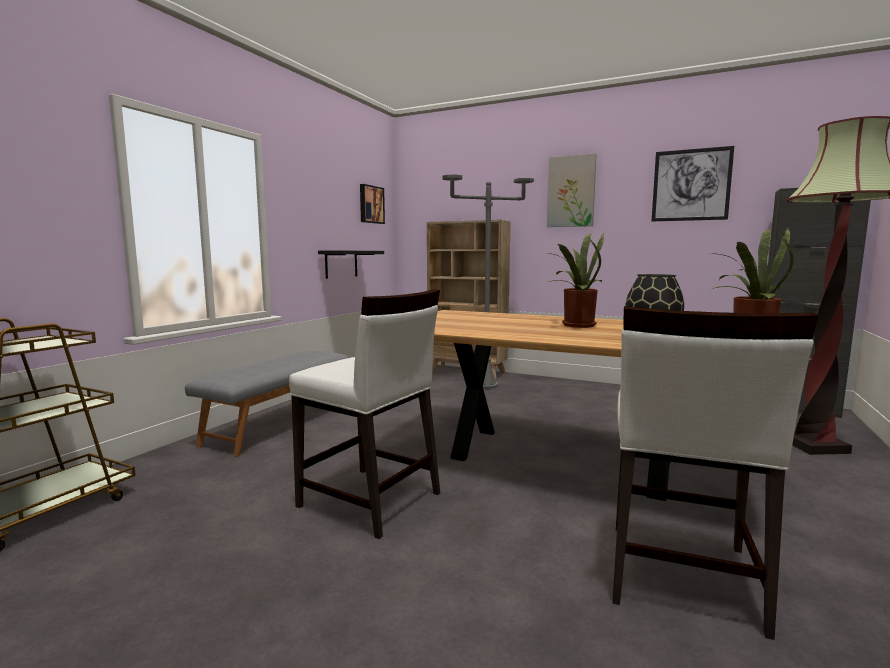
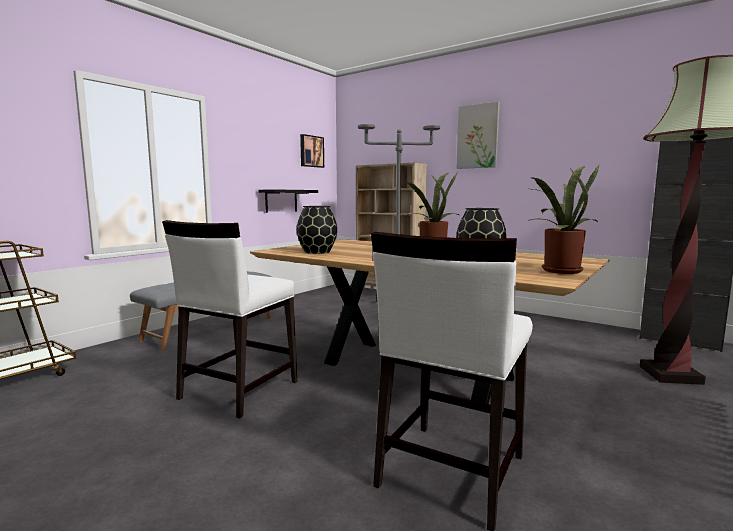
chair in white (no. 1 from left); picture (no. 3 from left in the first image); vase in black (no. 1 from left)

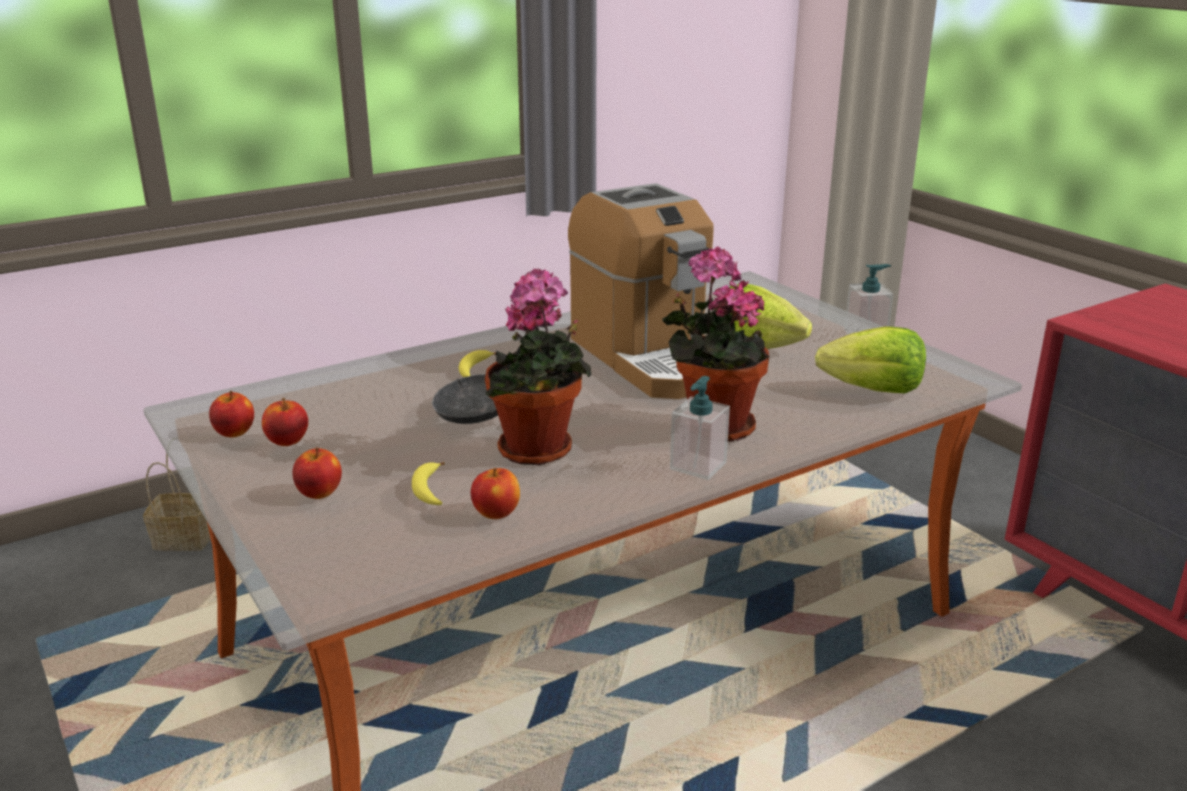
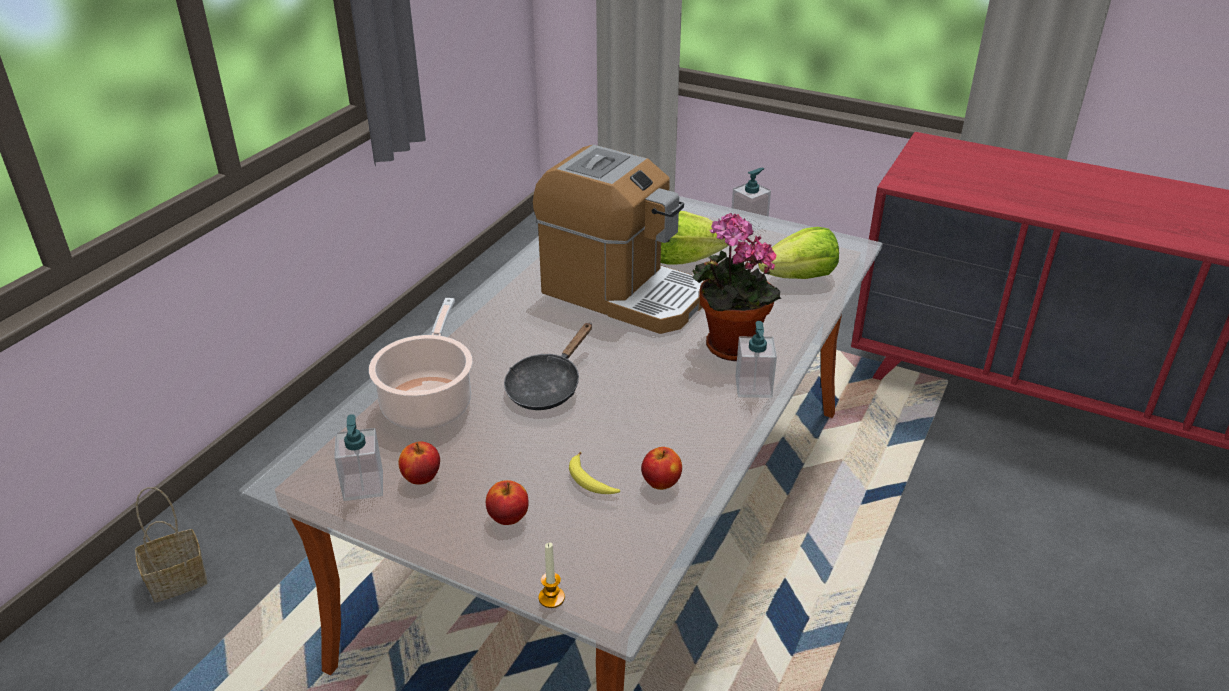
soap dispenser (no. 1 from left); banana (no. 2 from left in the first image); potted plant (no. 1 from left in the first image); cooking pot; candle

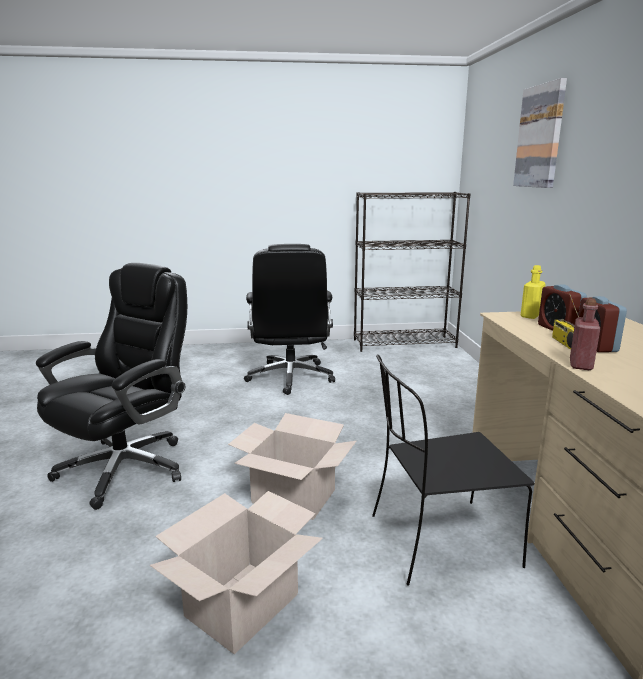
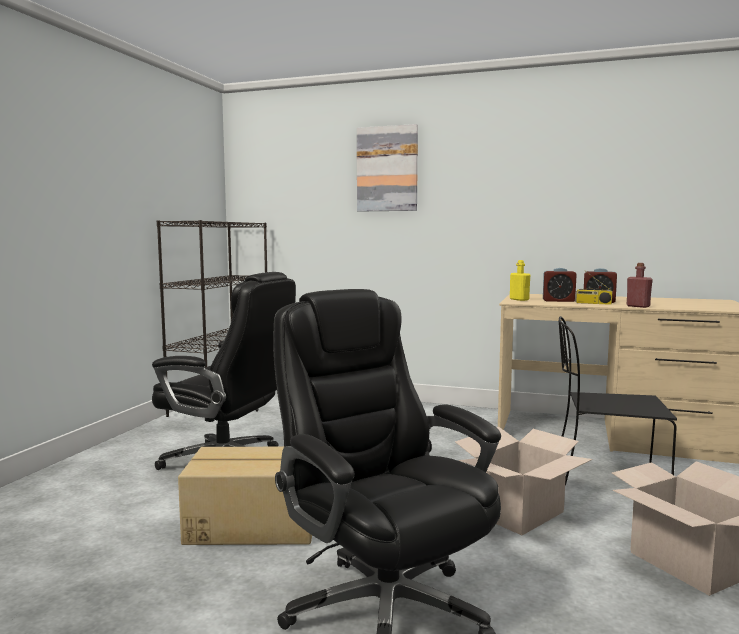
chair in black; cardboard box (no. 1 from left)

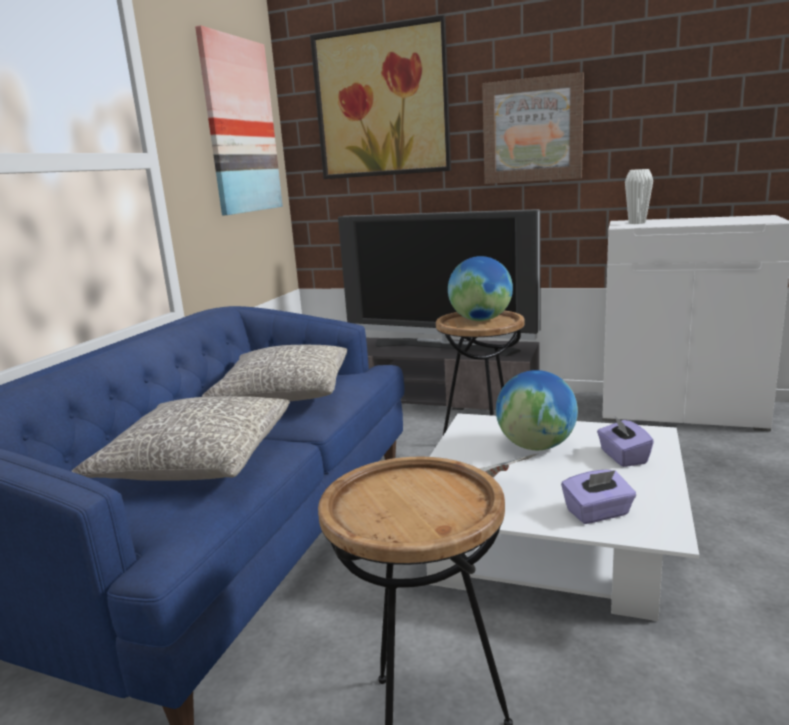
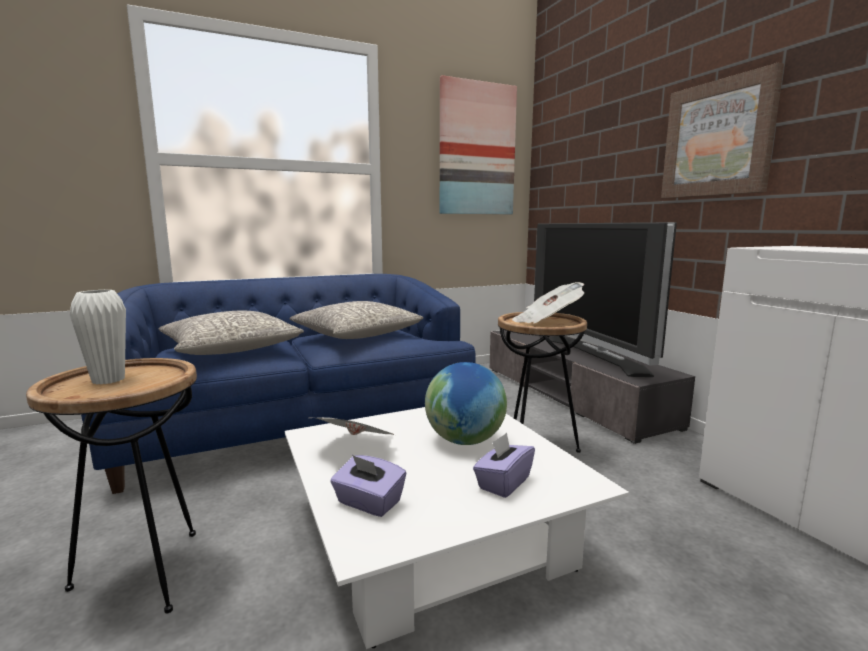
picture (no. 2 from left in the first image); newspaper (no. 2 from left); vase in white

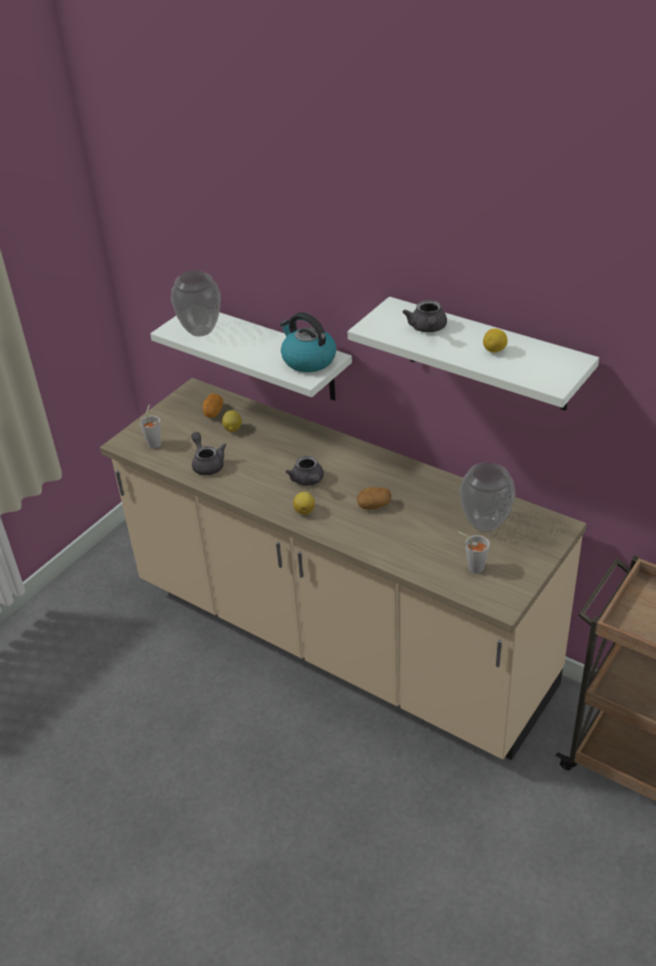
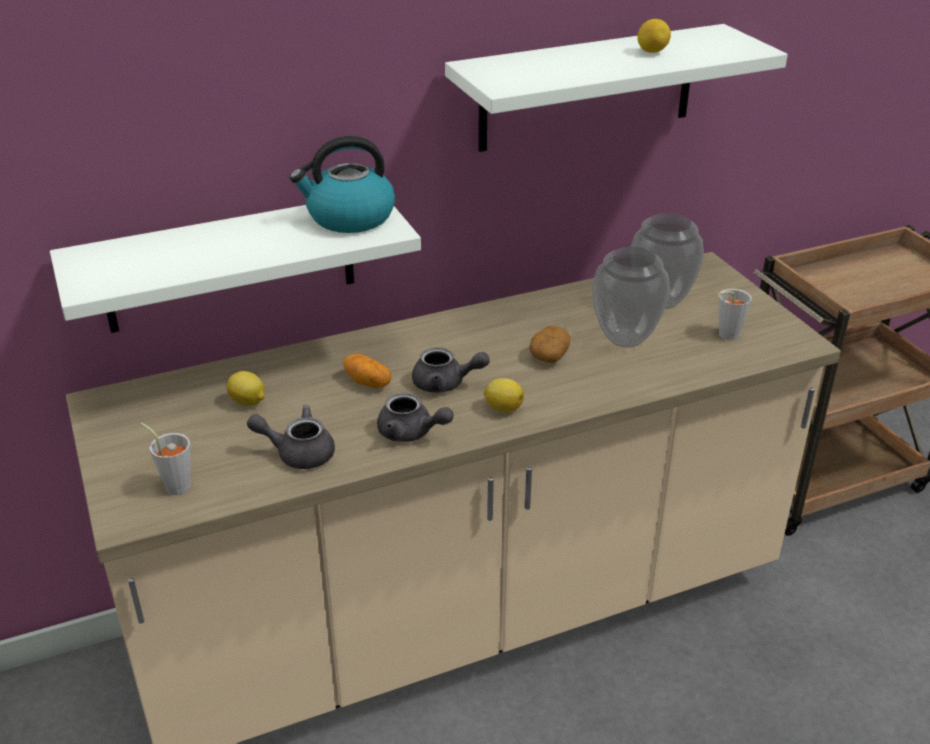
vase (no. 1 from left); potato (no. 1 from left); teapot in grey (no. 2 from left)

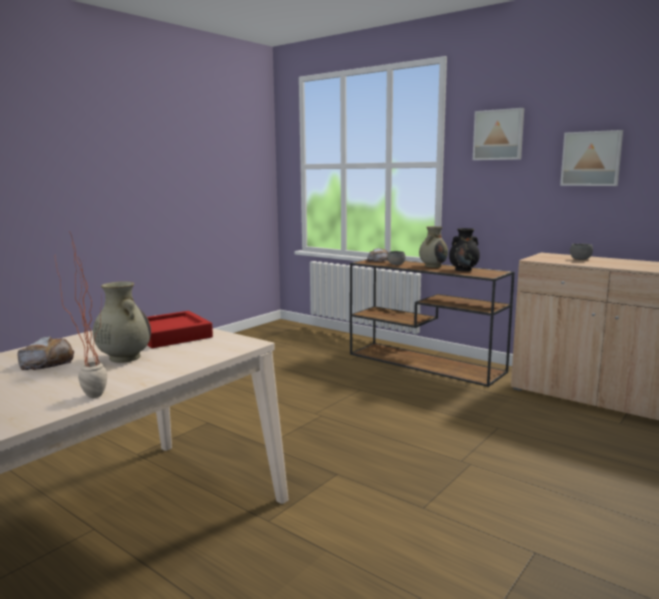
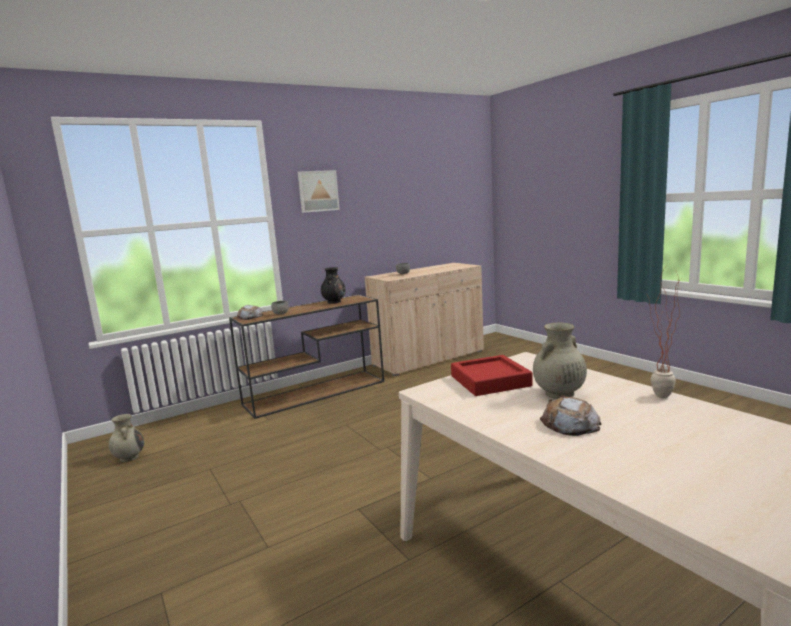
vase in beige (no. 1 from left); picture (no. 2 from left in the first image)

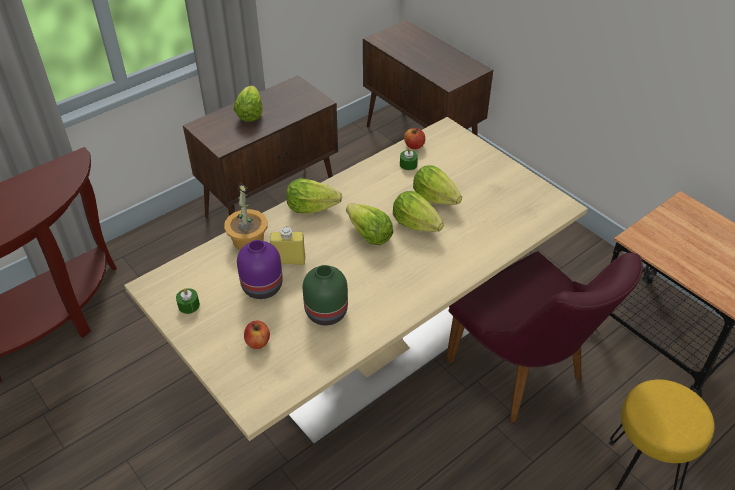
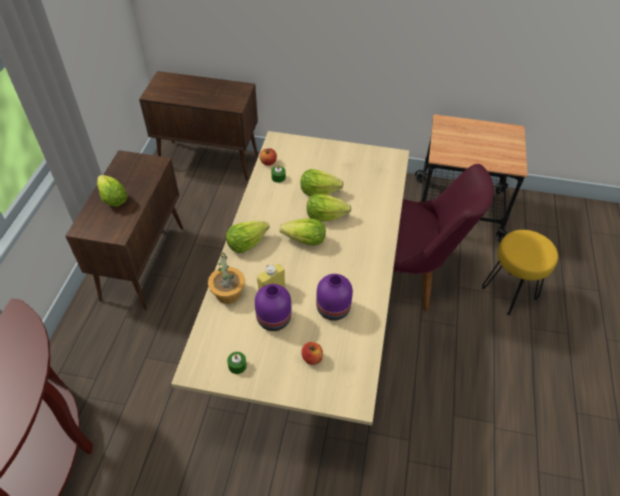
vase in purple (no. 2 from left)

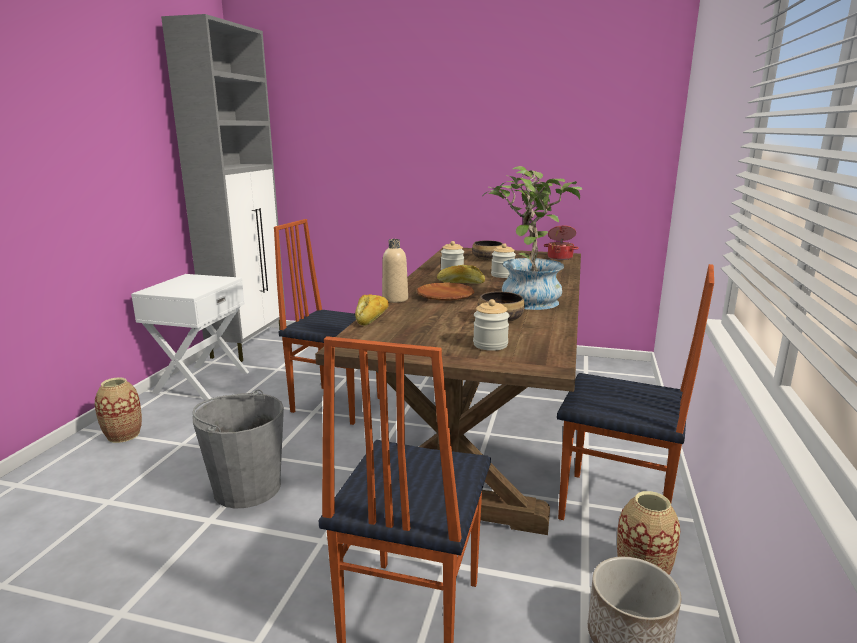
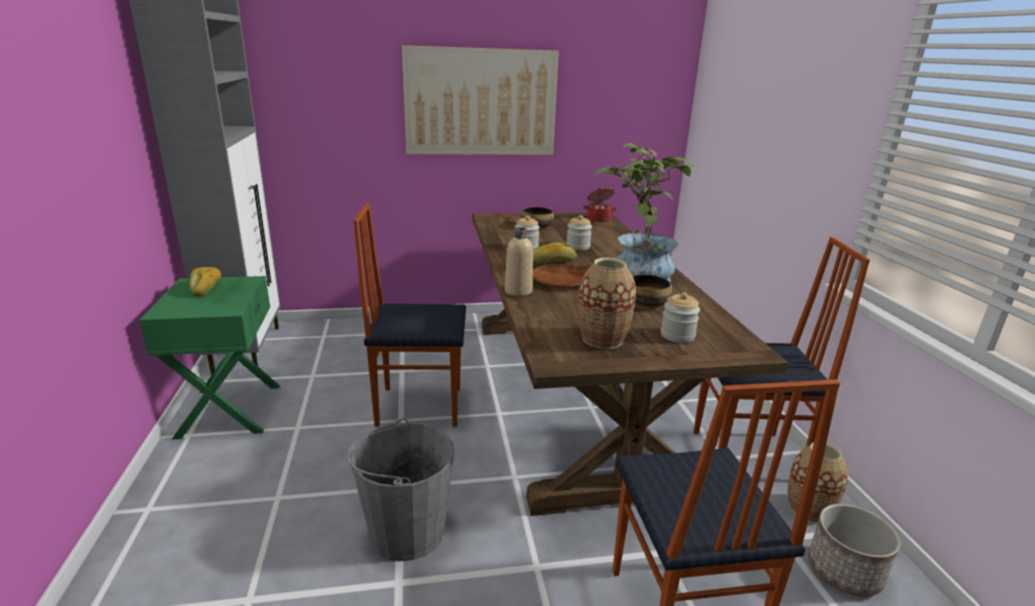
vase (no. 1 from left); nightstand in green; bread (no. 1 from left); picture

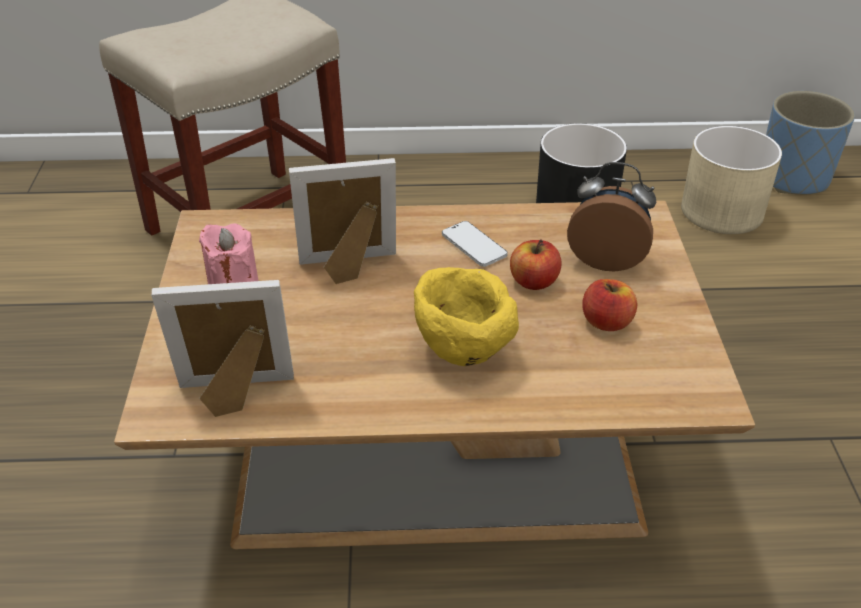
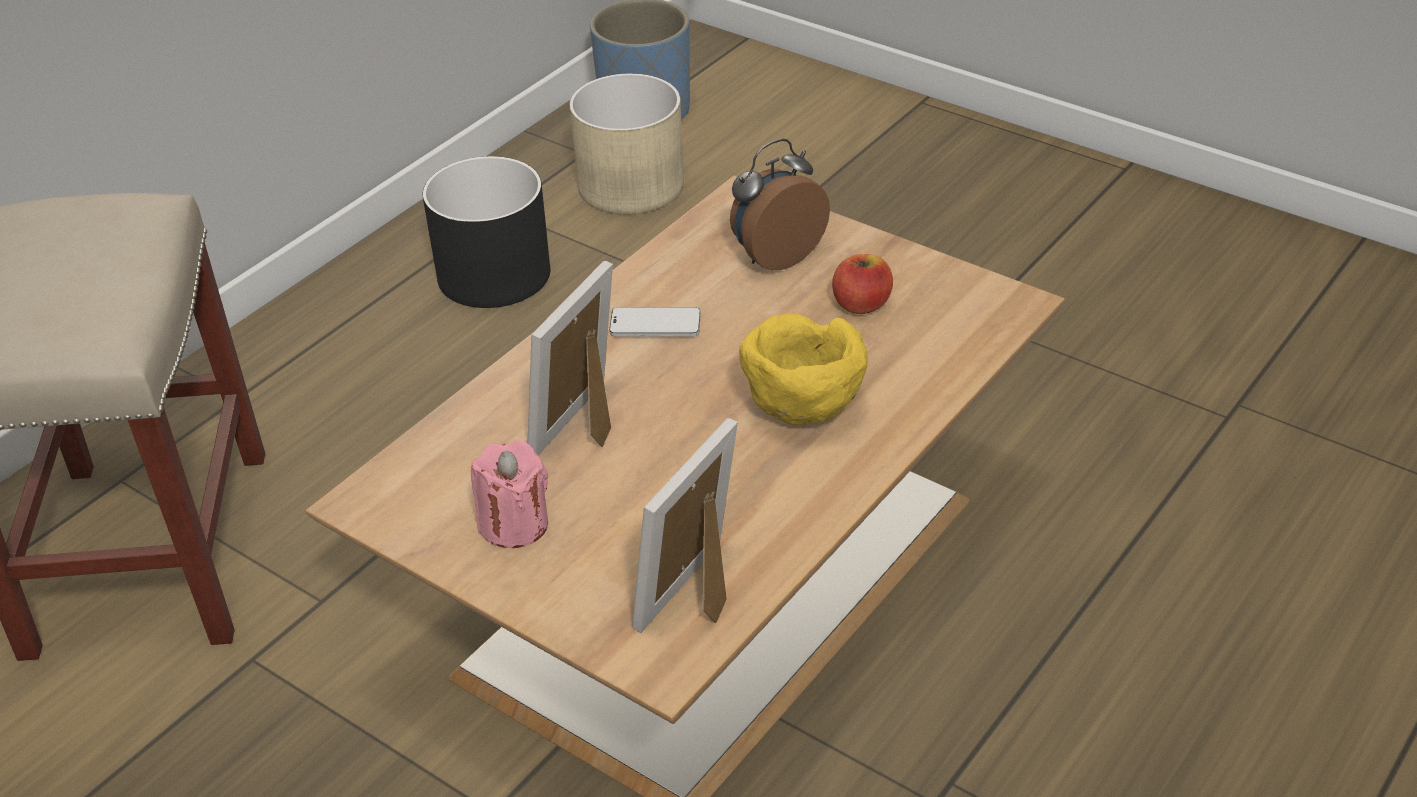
apple (no. 1 from left in the first image)

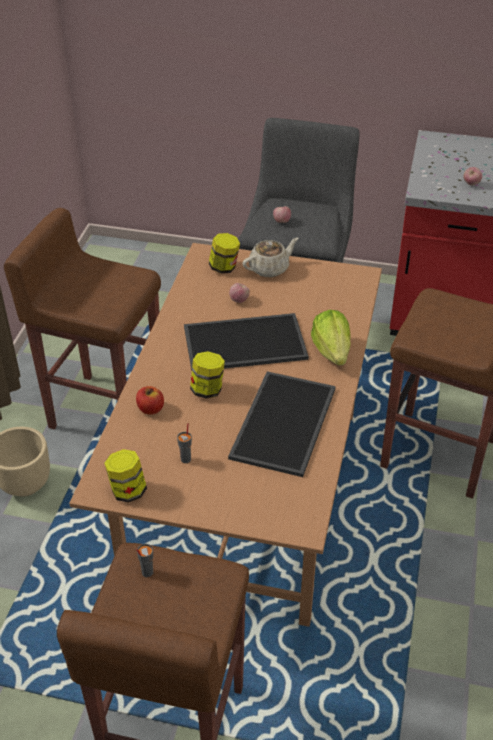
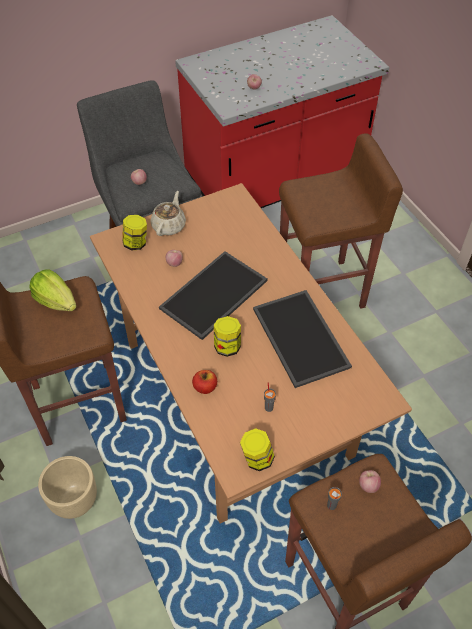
lettuce; apple (no. 5 from left)

